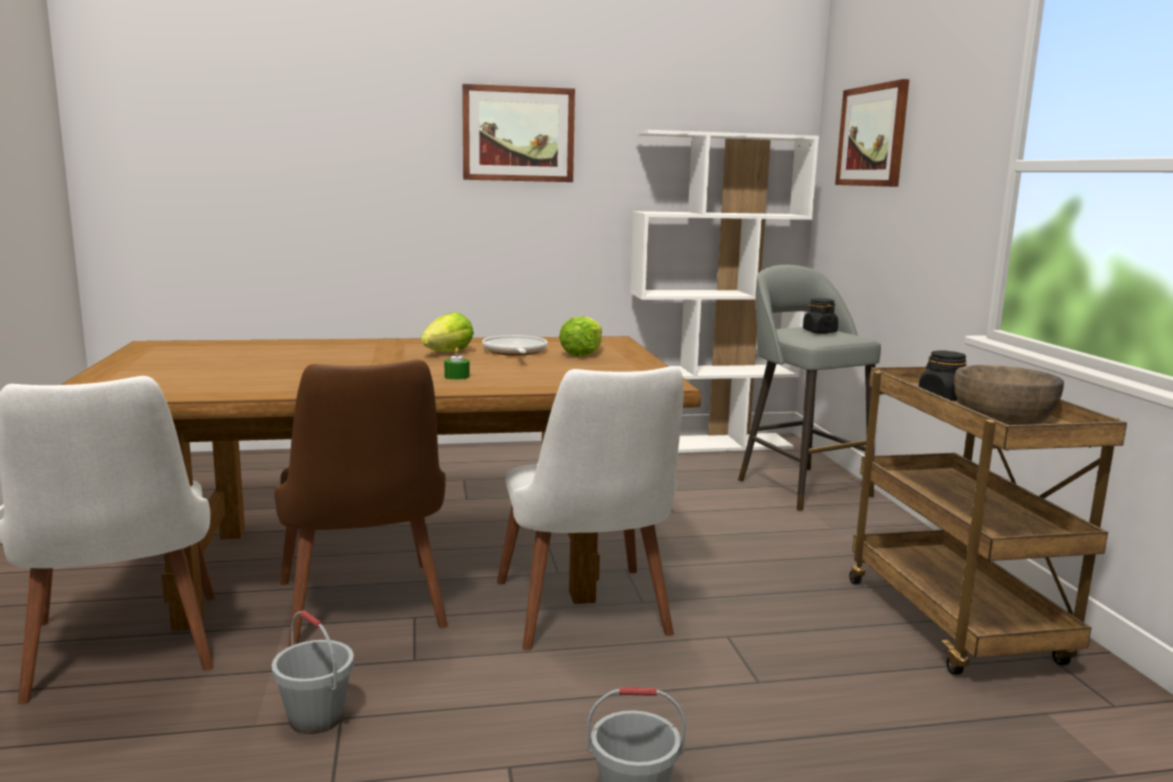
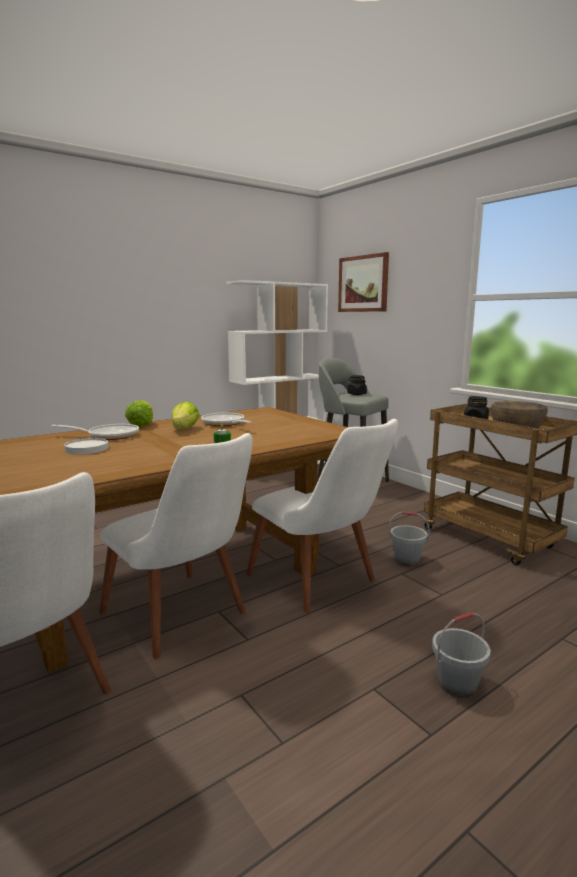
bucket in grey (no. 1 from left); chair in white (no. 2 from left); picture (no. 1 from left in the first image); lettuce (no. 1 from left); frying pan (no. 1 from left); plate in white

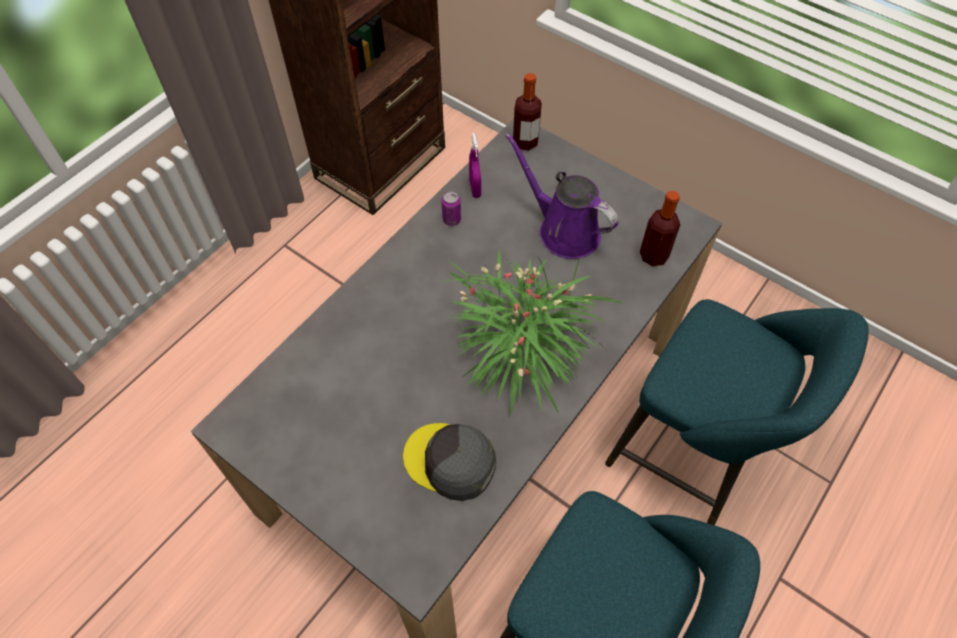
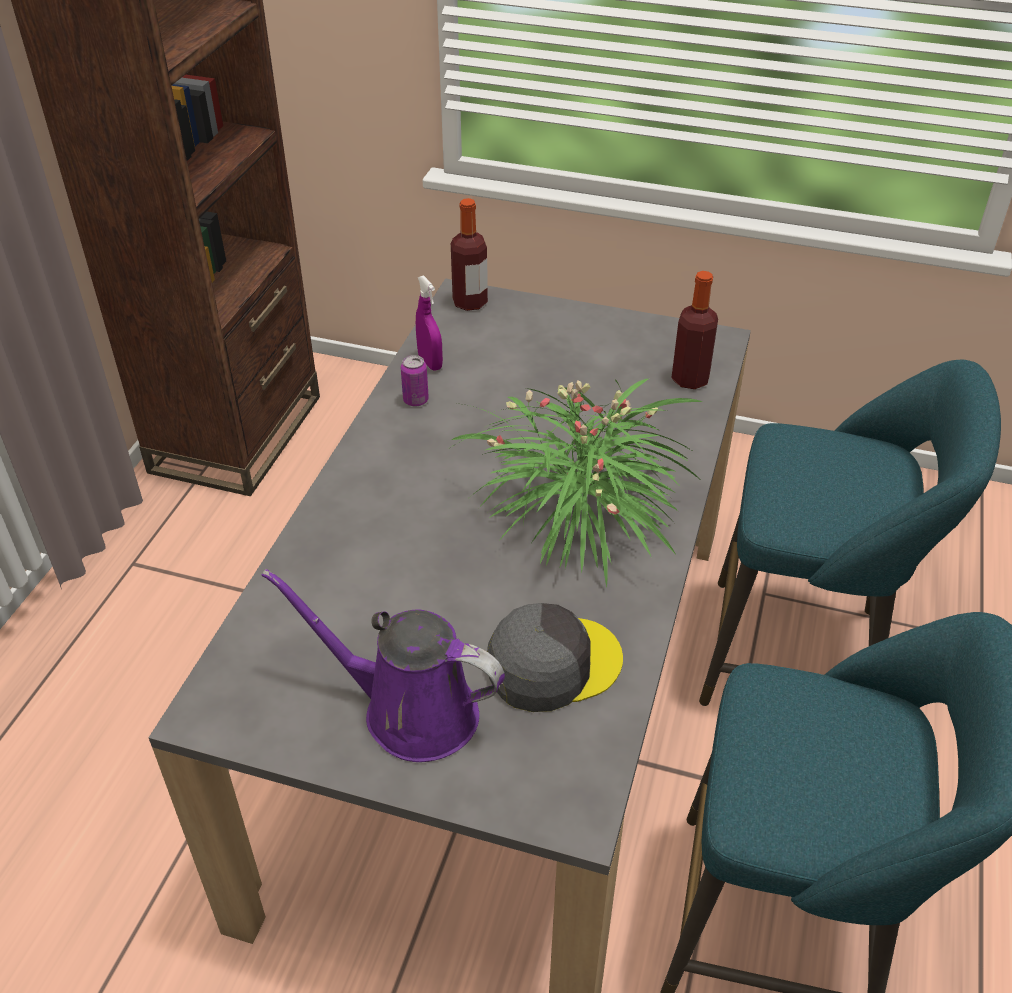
cap in grey; watering can in purple

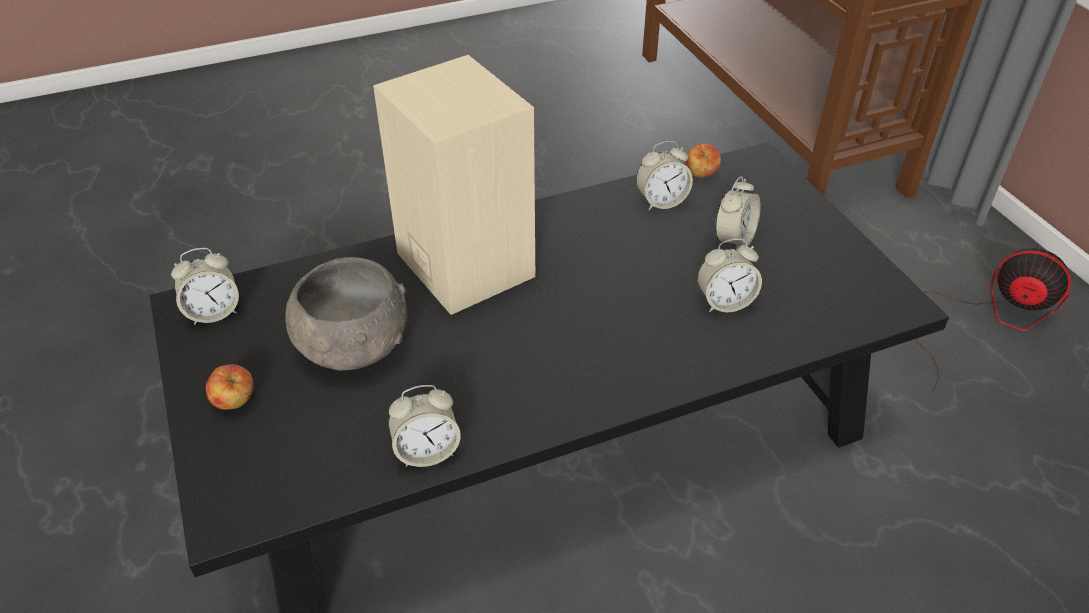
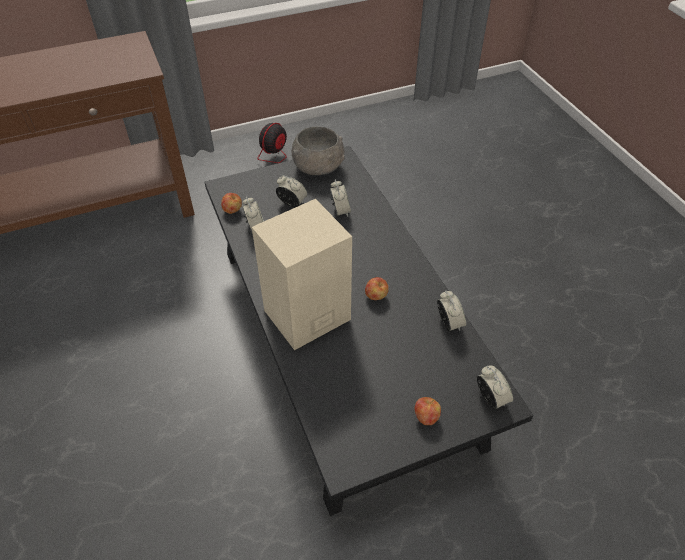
alarm clock (no. 5 from left); bowl in grey; apple (no. 2 from left)

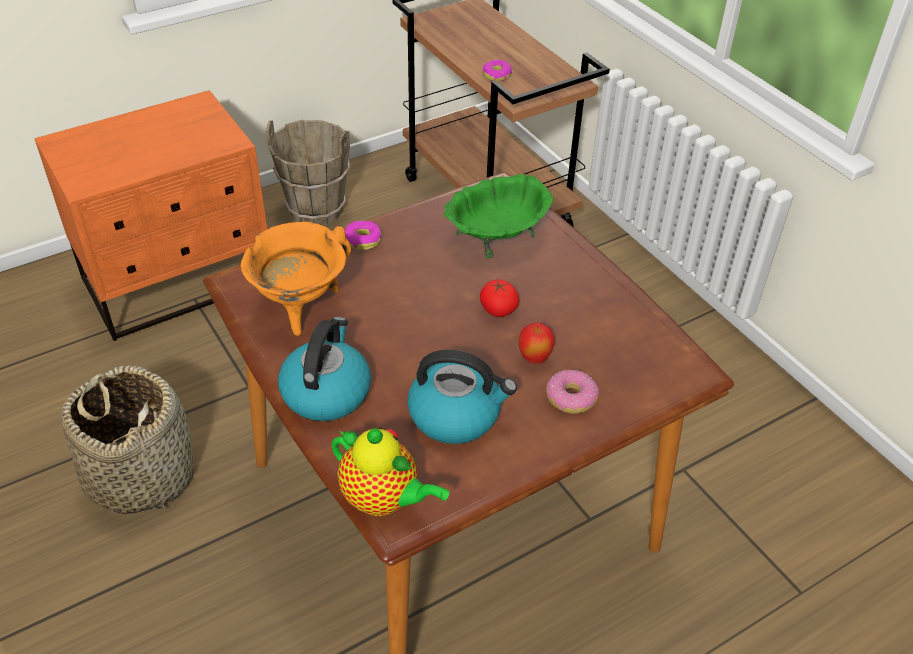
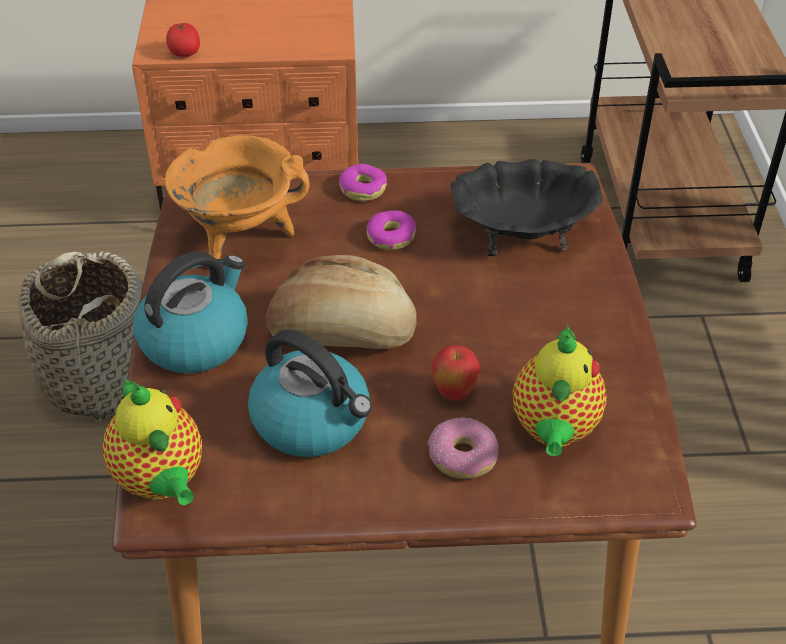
bucket in brown; bowl in black; tomato; donut (no. 2 from left); bread; teapot (no. 2 from left)

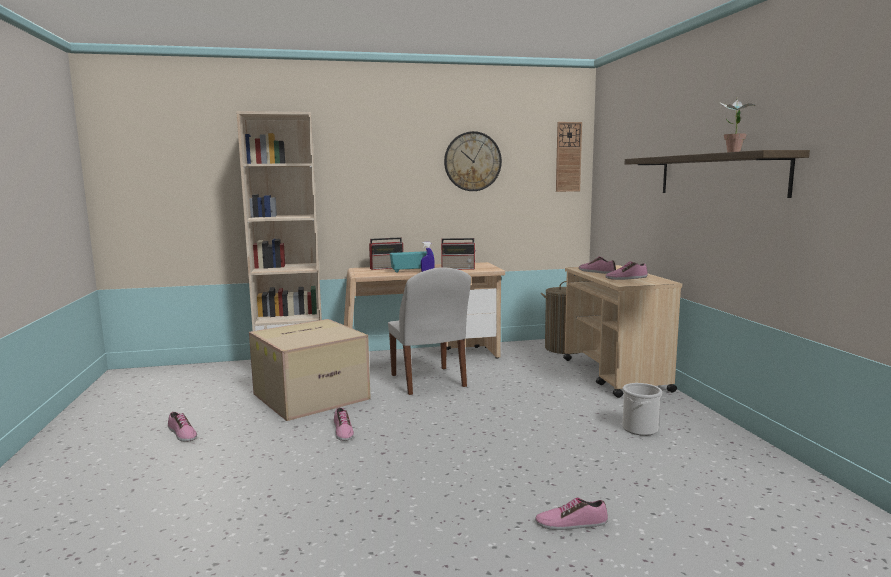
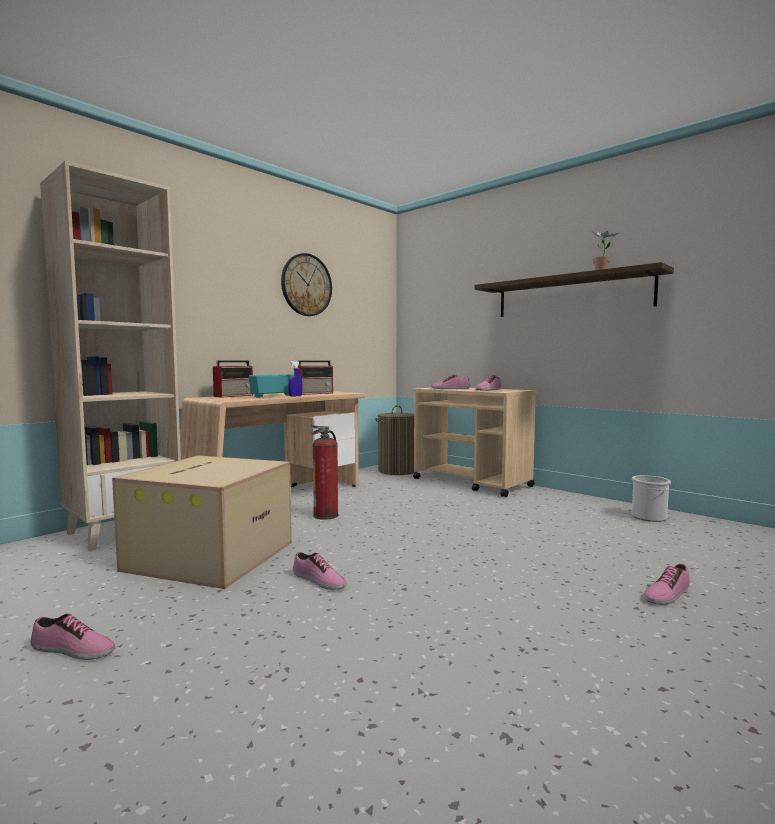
fire extinguisher; wall clock (no. 2 from left in the first image); bucket

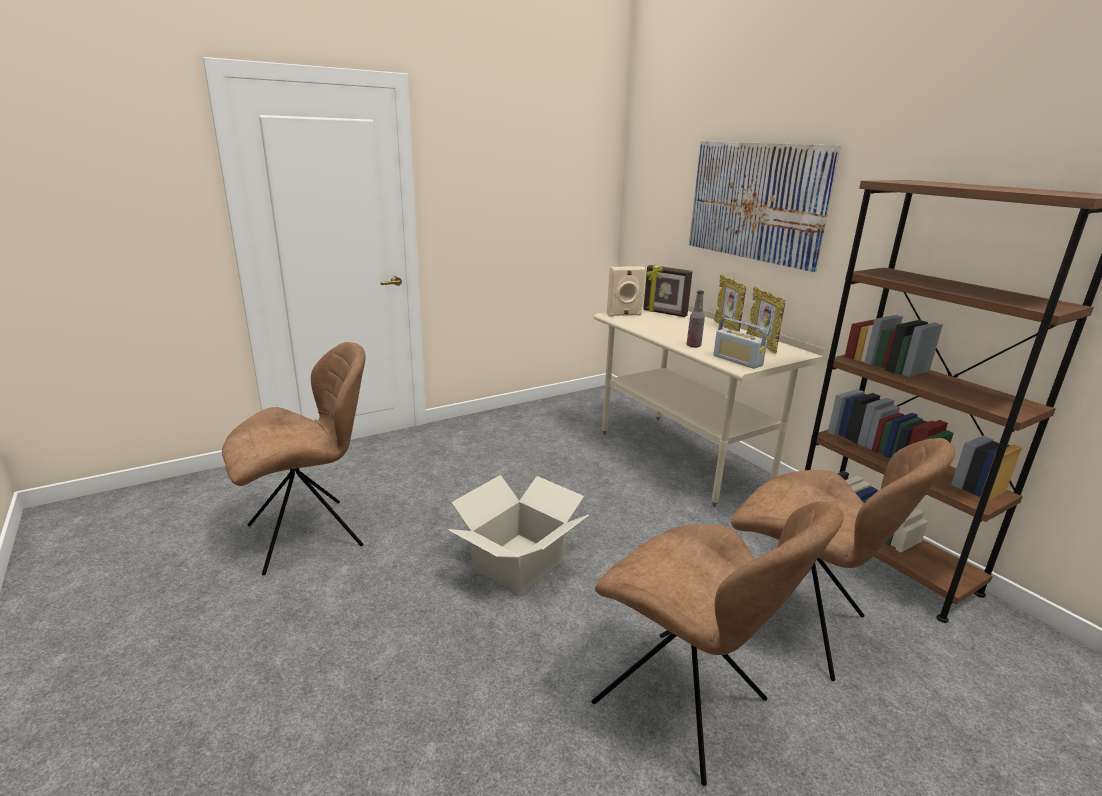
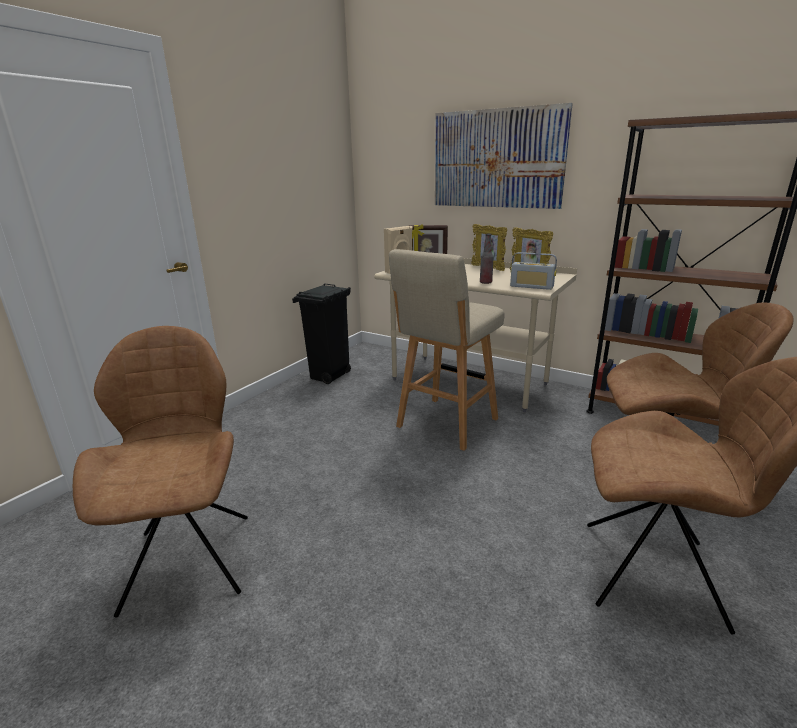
chair in brown (no. 1 from left); cardboard box; trash can in black; stool in beige

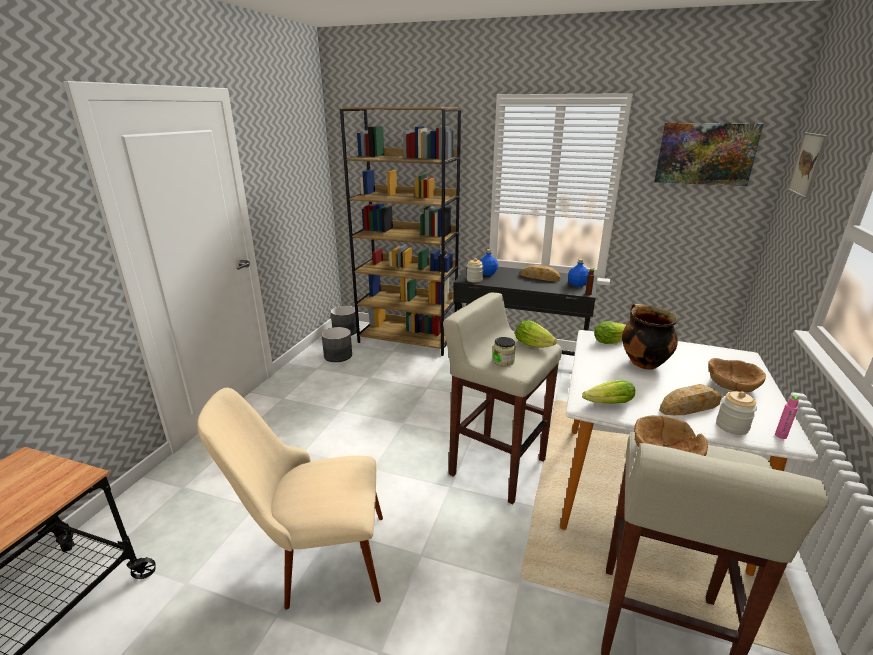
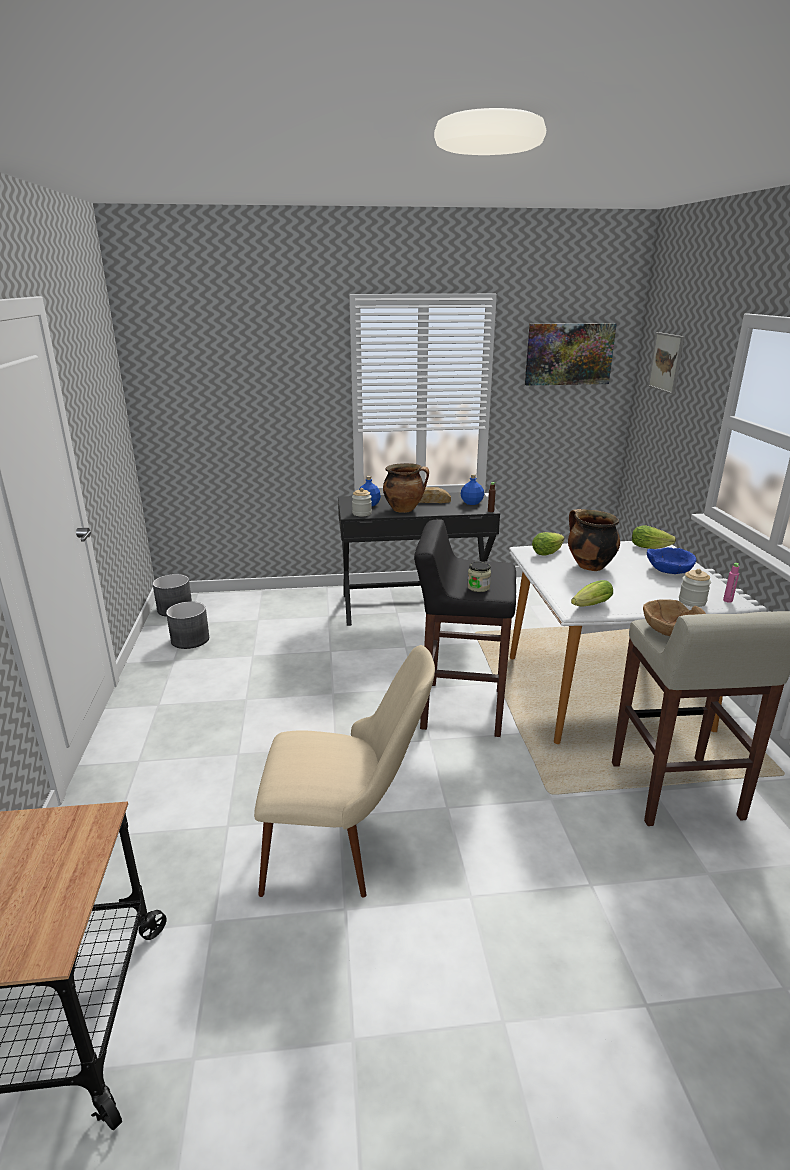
chair in beige; bookcase in brown; stool in black; lettuce (no. 3 from left); bread (no. 2 from left in the first image); bowl in blue; cooking pot (no. 1 from left)

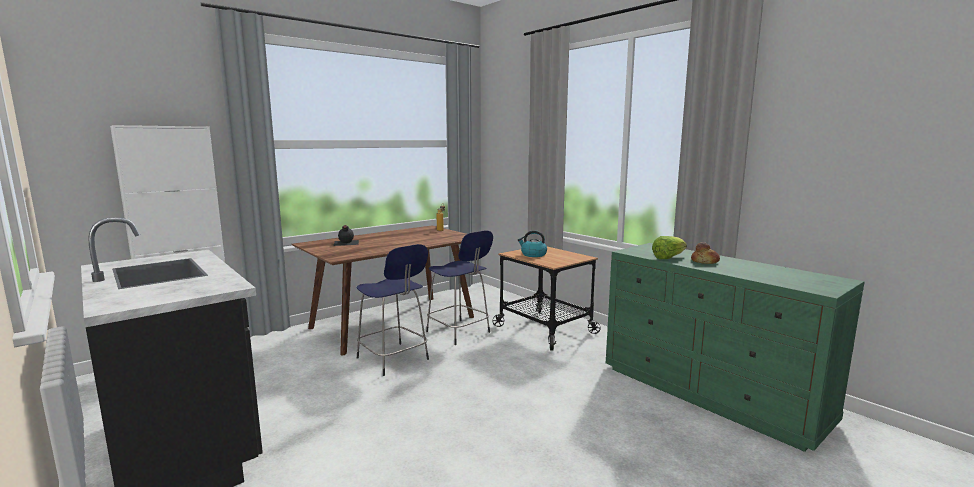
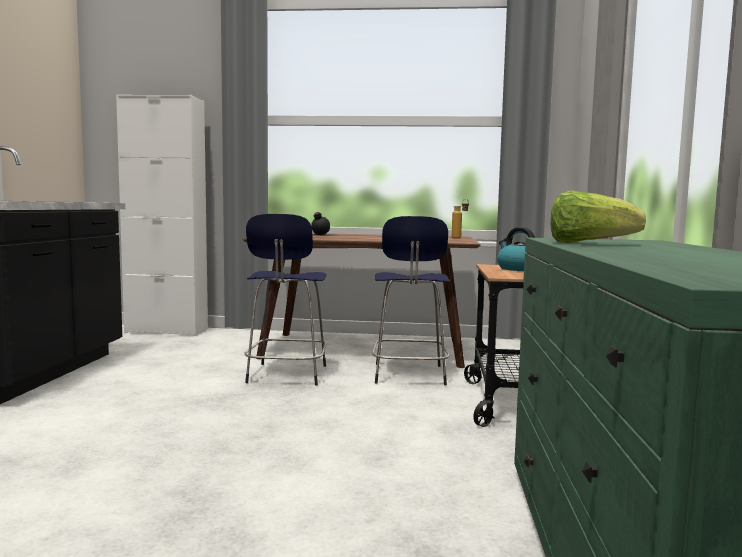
bread

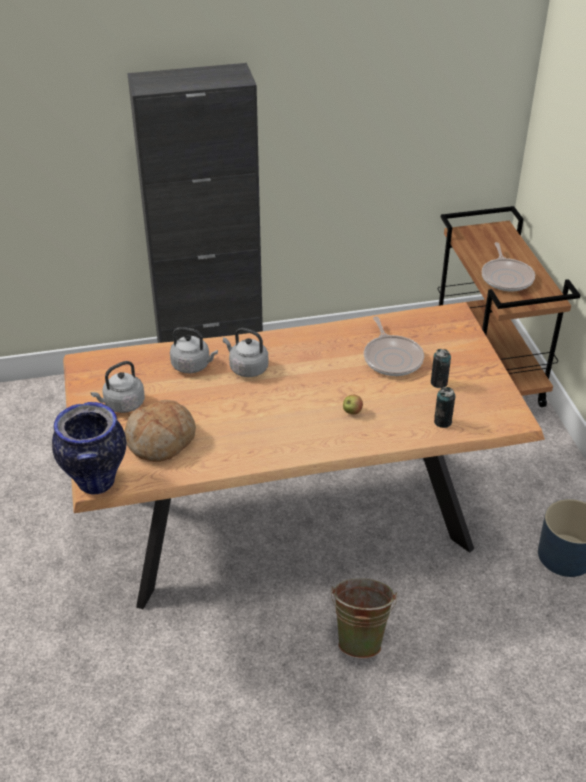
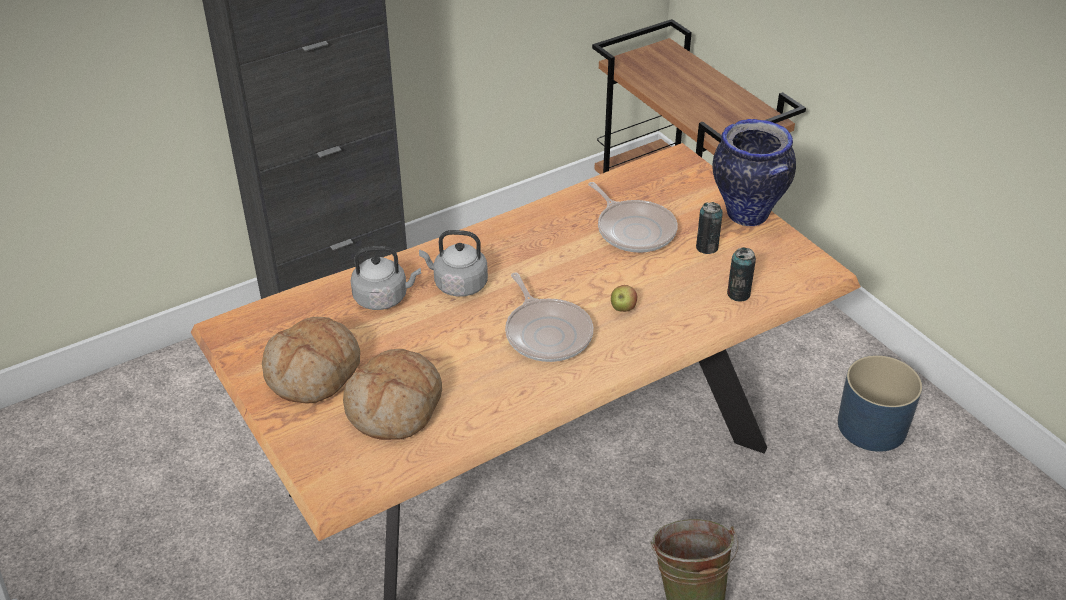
vase; bread (no. 1 from left); frying pan (no. 1 from left)

